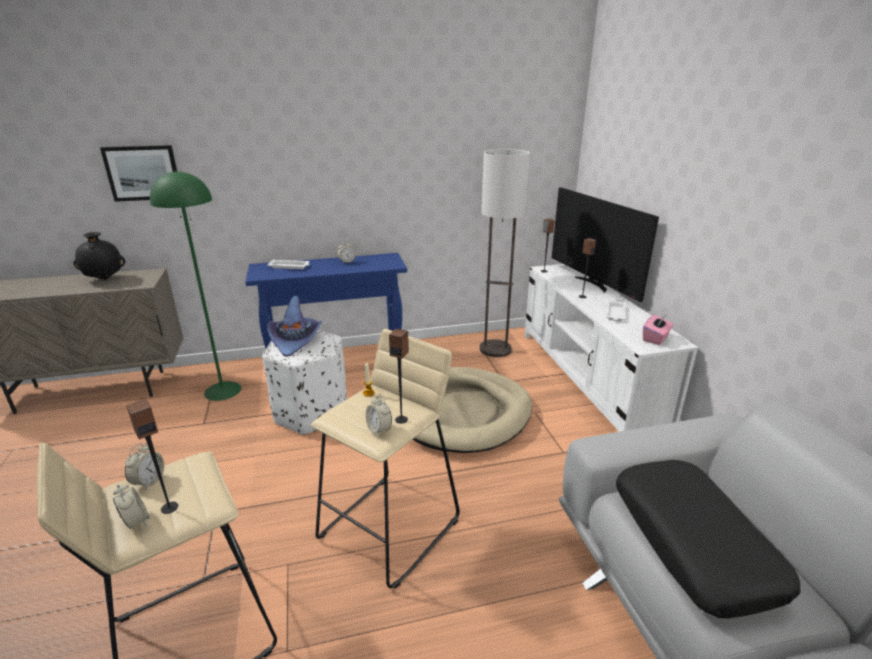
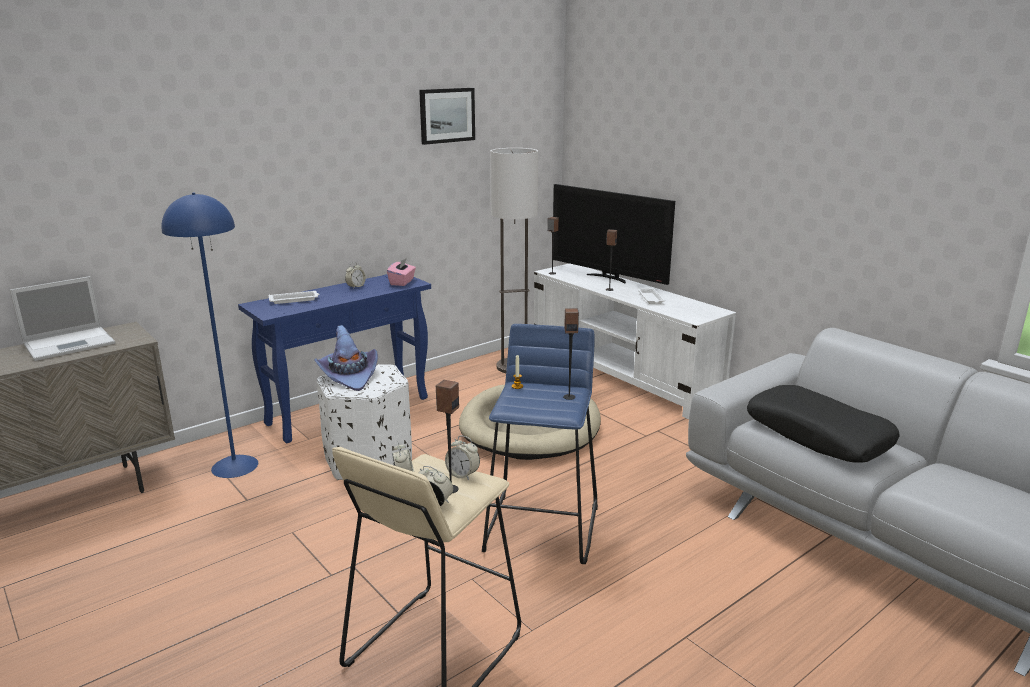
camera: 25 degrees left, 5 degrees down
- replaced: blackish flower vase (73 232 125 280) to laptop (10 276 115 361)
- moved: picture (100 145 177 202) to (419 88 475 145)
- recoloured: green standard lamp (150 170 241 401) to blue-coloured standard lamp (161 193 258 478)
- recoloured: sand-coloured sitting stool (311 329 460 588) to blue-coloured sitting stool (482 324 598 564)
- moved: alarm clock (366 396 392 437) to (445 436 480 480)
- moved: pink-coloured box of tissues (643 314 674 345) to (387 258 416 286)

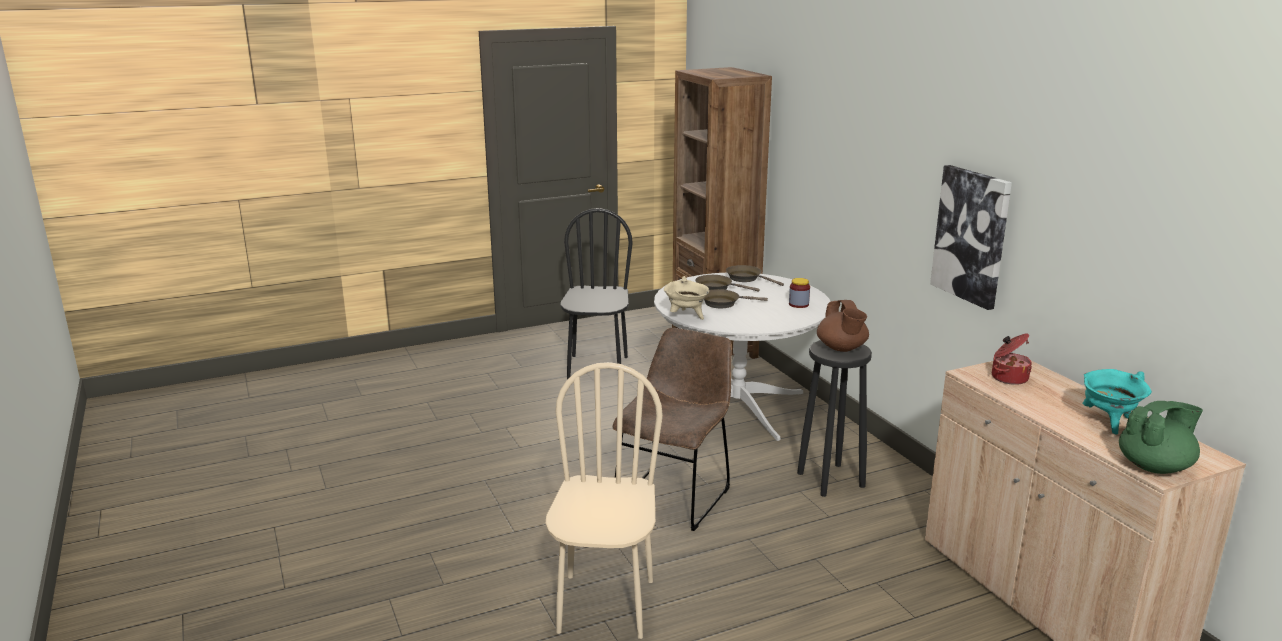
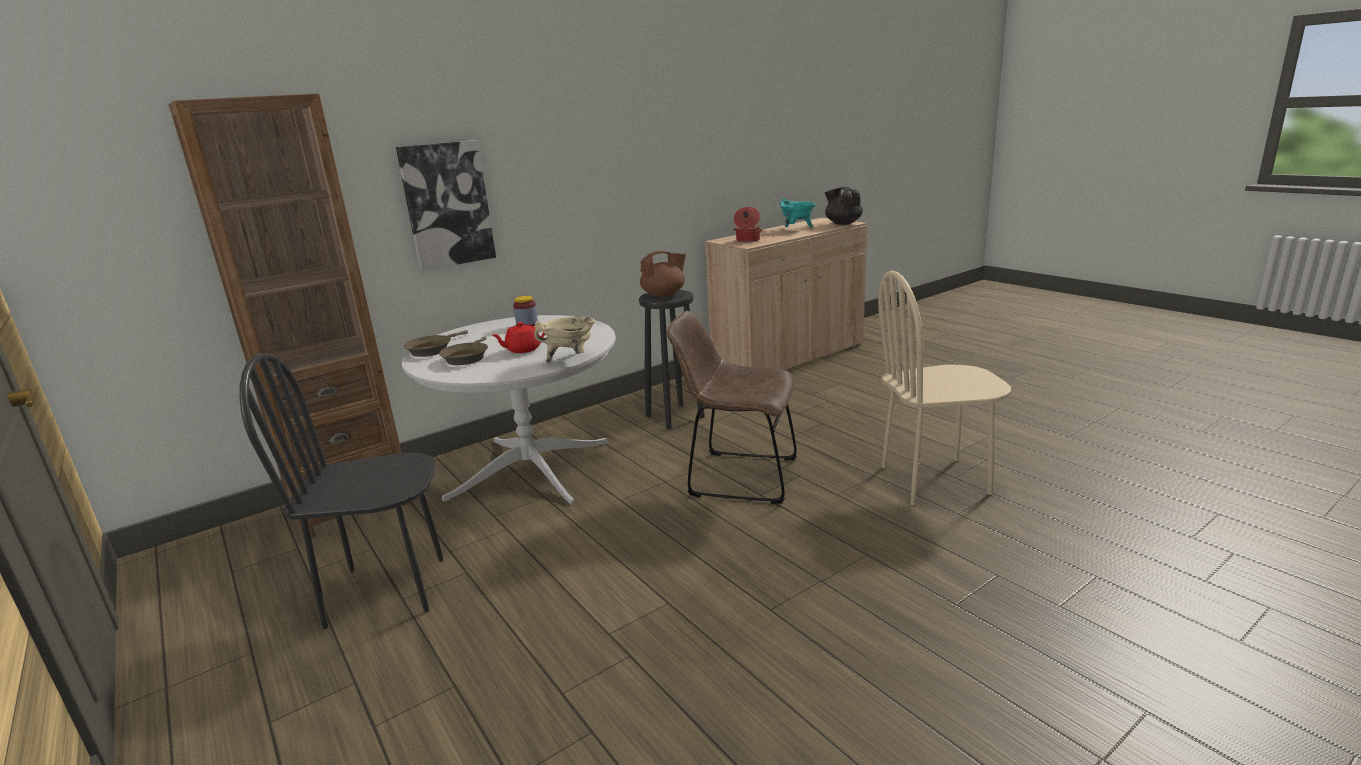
camera: 100 degrees left, 0 degrees up
- replaced: brownish pan (704 289 768 308) to red tea pot (491 322 545 353)
- moved: picture (930 165 1012 310) to (396 140 496 271)
- recoloured: green tea pot (1119 401 1203 474) to blackish tea pot (825 187 863 225)

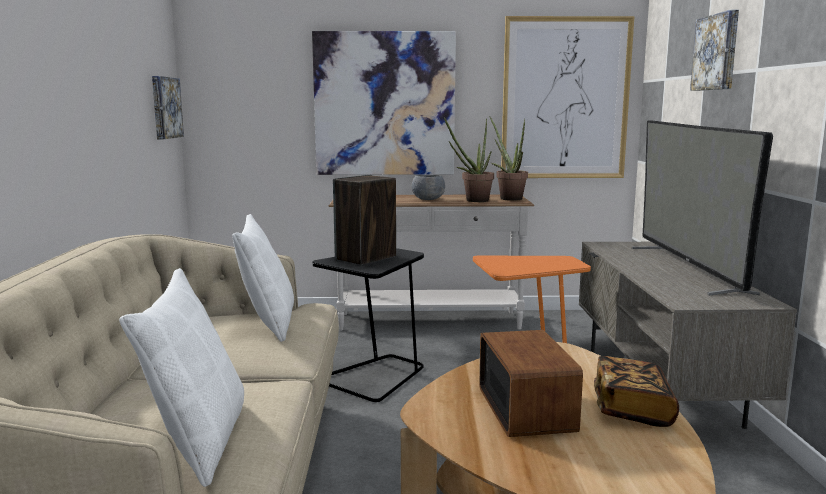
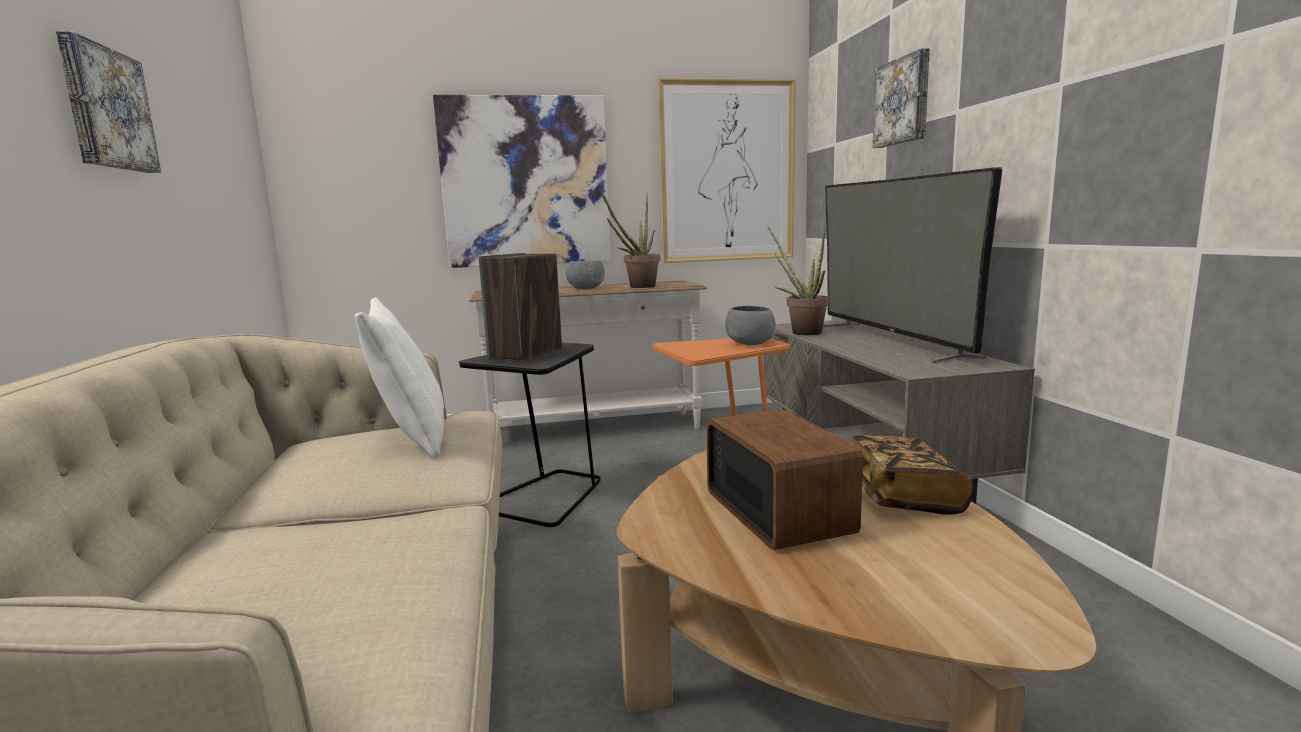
camera: 10 degrees left, 0 degrees up
- removed: white pillow (119 268 244 487)
- moved: picture (152 76 184 139) to (56 31 161 173)
- moved: plant in a pot (489 116 528 201) to (767 226 829 335)
- added: gray deep dish (725 306 776 345)

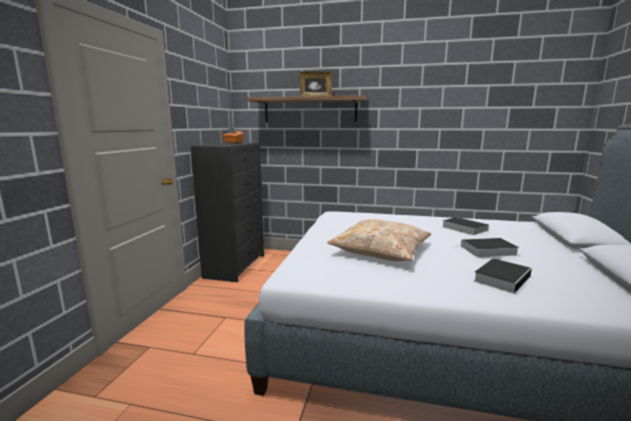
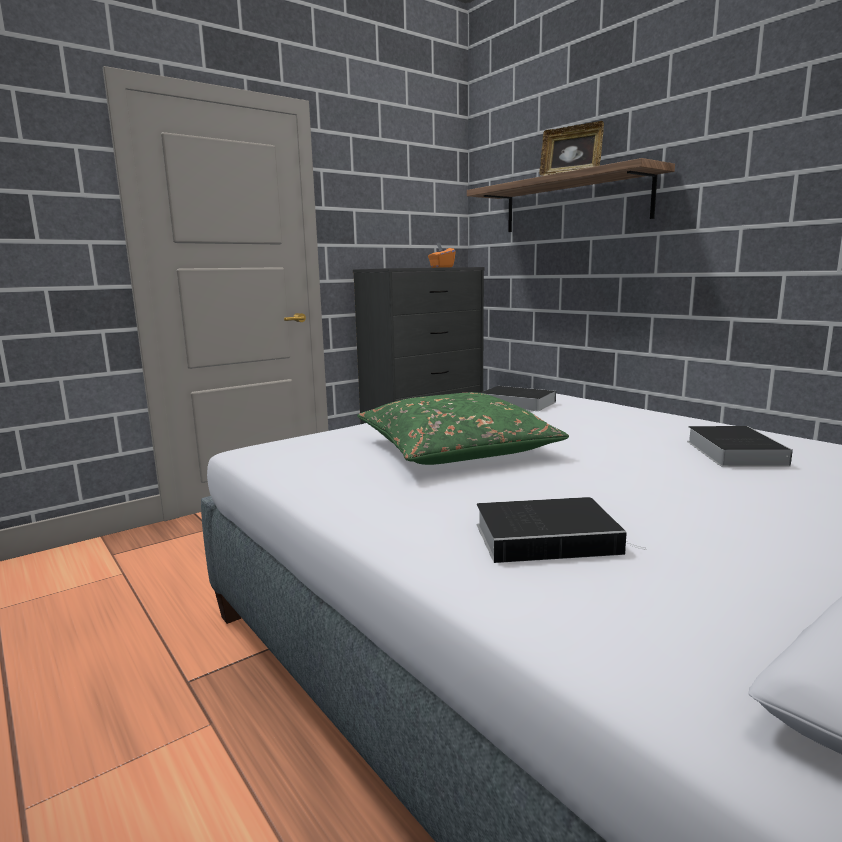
camera: 40 degrees right, 0 degrees up
- recoloured: sand-coloured pillow (327 219 431 261) to green pillow (357 392 569 465)
- moved: bound book (456 238 519 257) to (480 386 556 411)

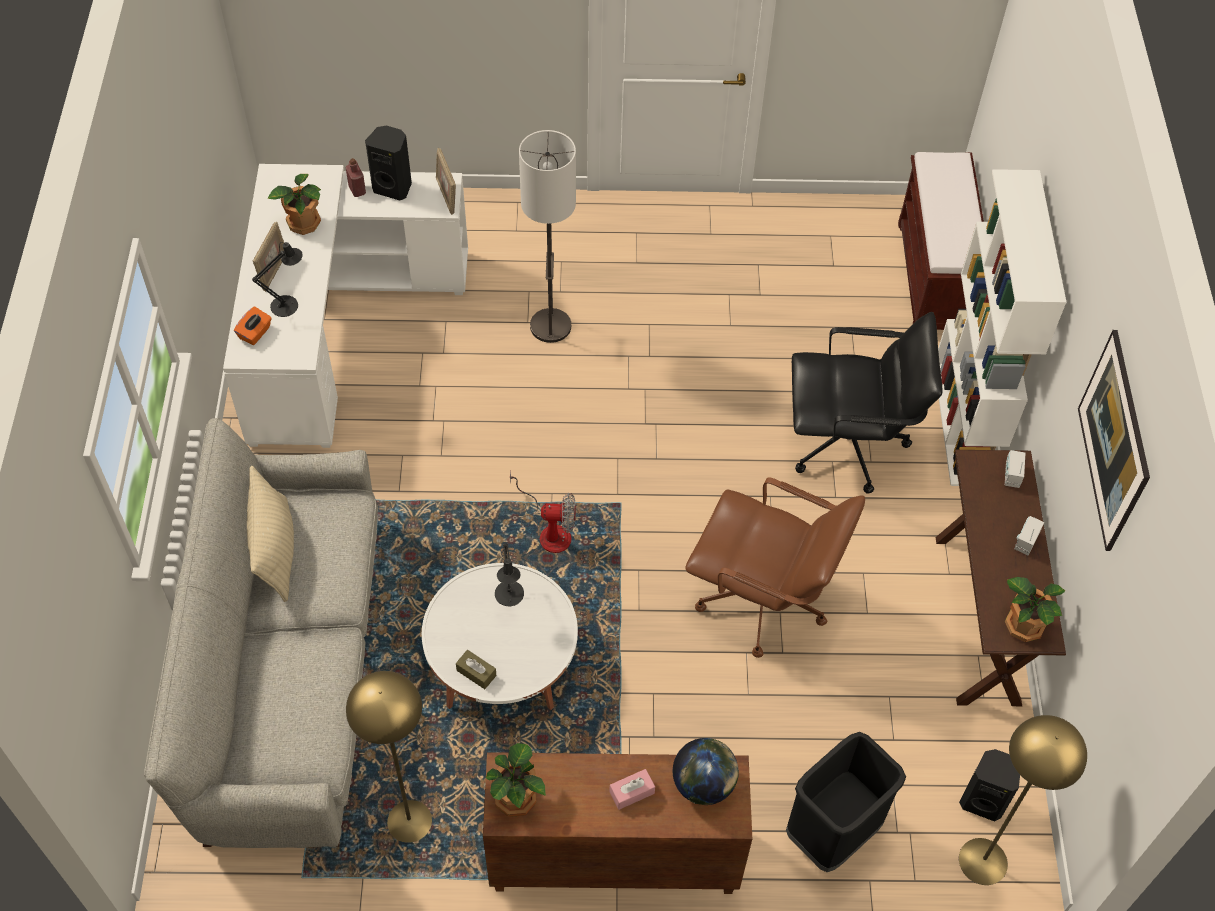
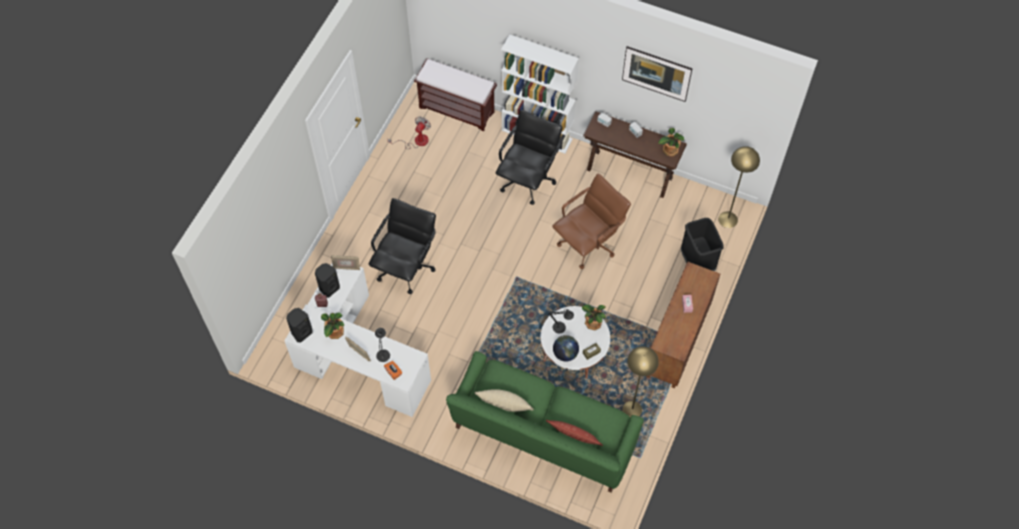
camera: 65 degrees left, 5 degrees up
- recoloured: gray sofa (144 418 378 848) to green sofa (446 351 644 493)
- moved: plant in a pot (486 743 546 817) to (582 305 606 331)
- moved: electric fan (510 470 576 553) to (388 117 431 149)
- replaced: standard lamp (519 130 576 343) to blackish desk chair (369 198 436 294)
- moved: world globe (673 738 739 805) to (553 335 579 362)
- moved: blackish speaker (959 749 1020 822) to (286 308 313 342)
- added: pillow (546 420 603 446)

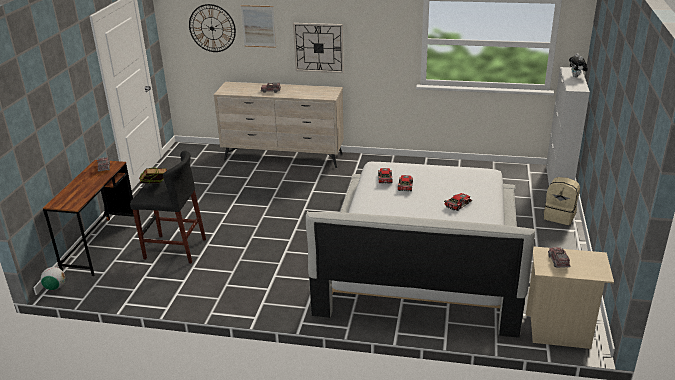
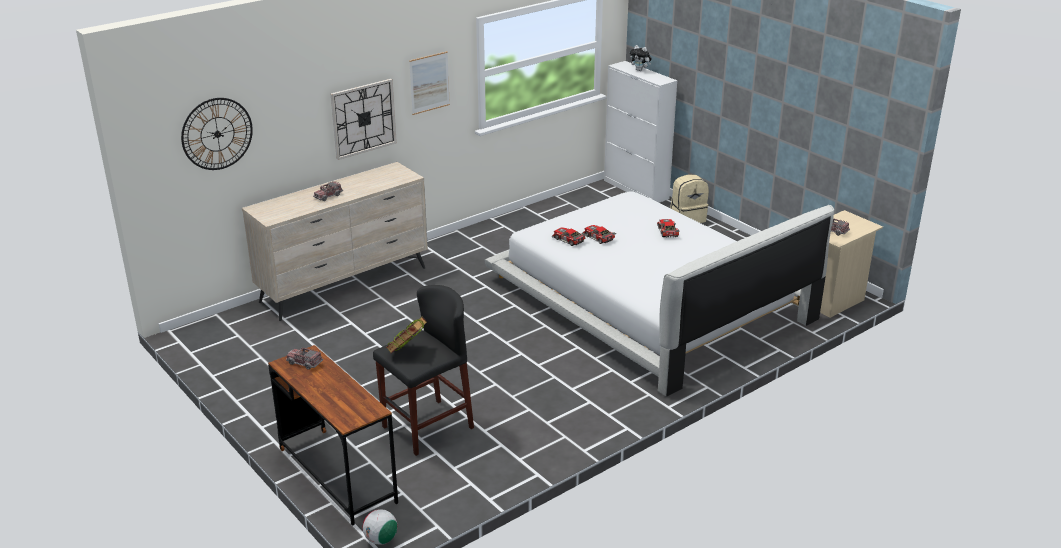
camera: 50 degrees left, 0 degrees up
- moved: picture (241 5 276 48) to (409 51 450 115)

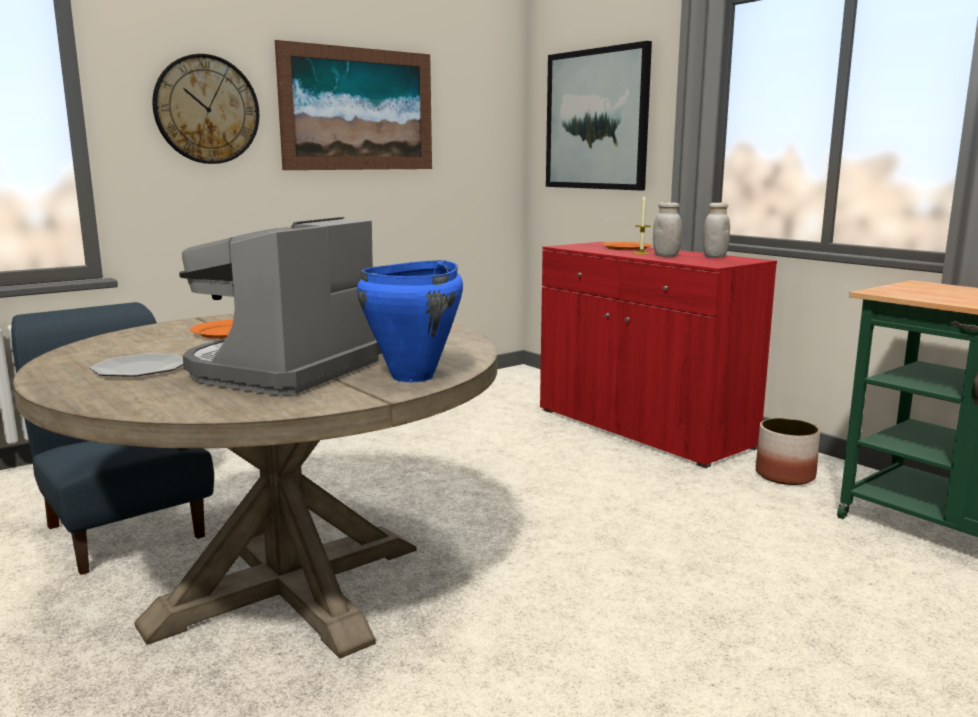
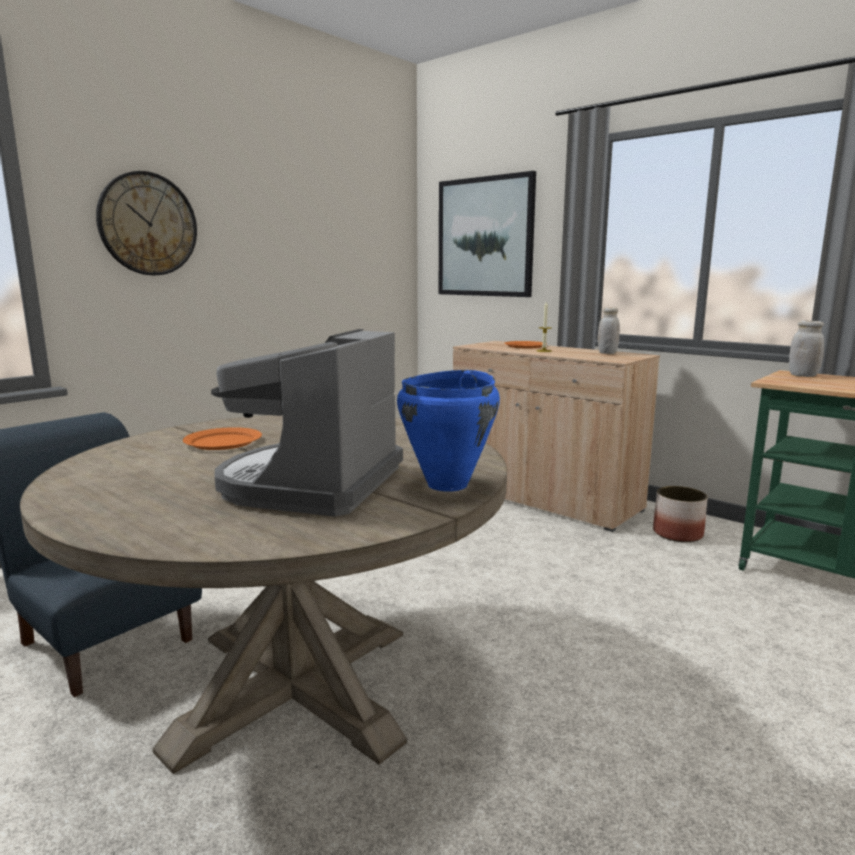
camera: 10 degrees left, 0 degrees up
- removed: plate (90 353 183 377)
- removed: picture (275 40 432 170)
- recoloured: red cabinet (540 242 777 468) to sand-coloured cabinet (453 341 660 532)
- moved: white storage jar (653 202 682 257) to (789 320 824 377)

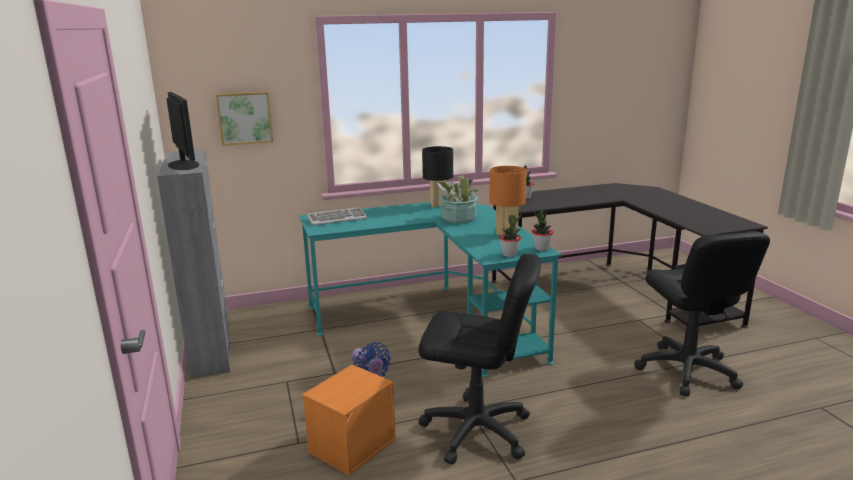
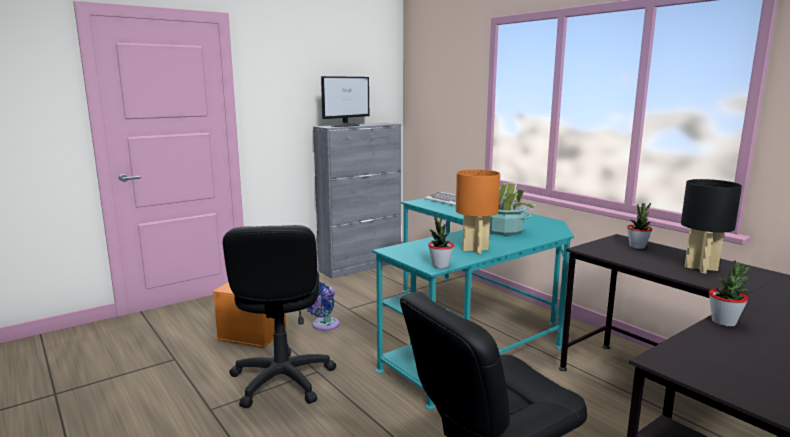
camera: 70 degrees right, 5 degrees down
- removed: picture (216 92 273 146)
- moved: blackish lamp for a table (422 146 453 208) to (681 179 742 273)
- moved: plant in a pot (499 214 521 257) to (709 261 750 326)

